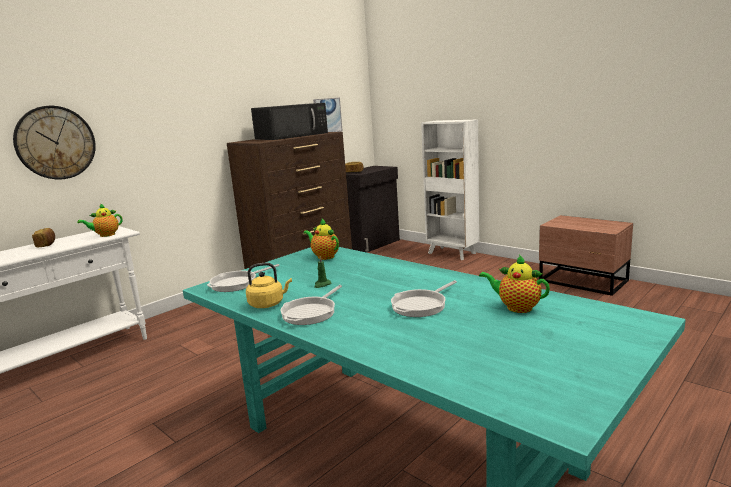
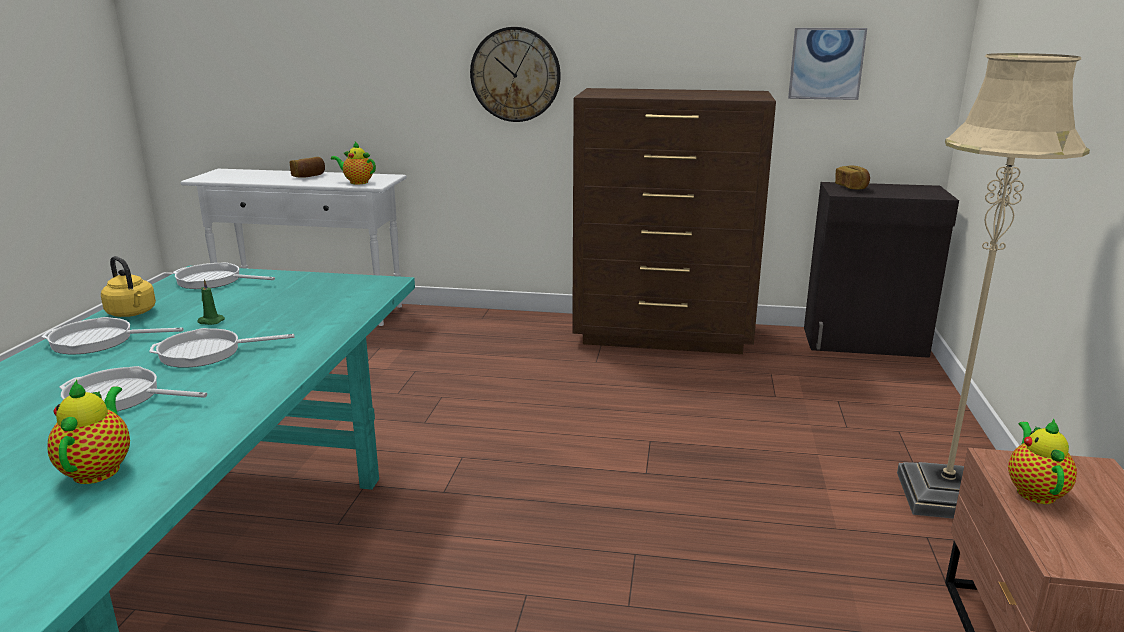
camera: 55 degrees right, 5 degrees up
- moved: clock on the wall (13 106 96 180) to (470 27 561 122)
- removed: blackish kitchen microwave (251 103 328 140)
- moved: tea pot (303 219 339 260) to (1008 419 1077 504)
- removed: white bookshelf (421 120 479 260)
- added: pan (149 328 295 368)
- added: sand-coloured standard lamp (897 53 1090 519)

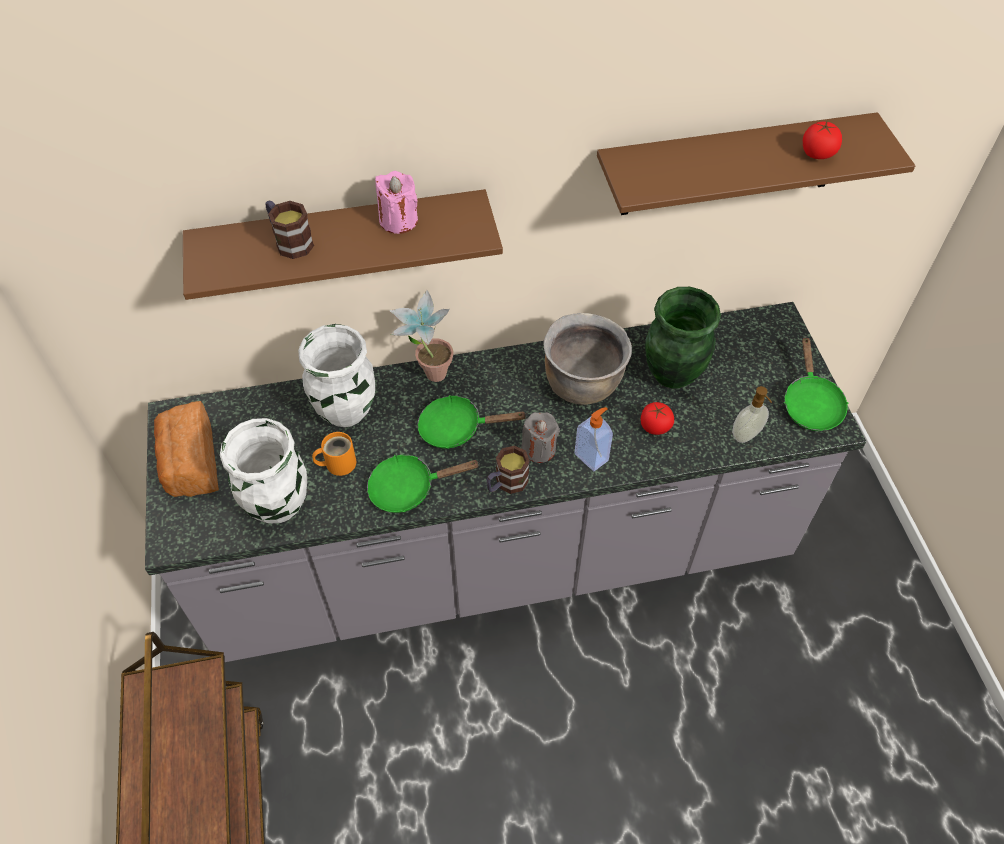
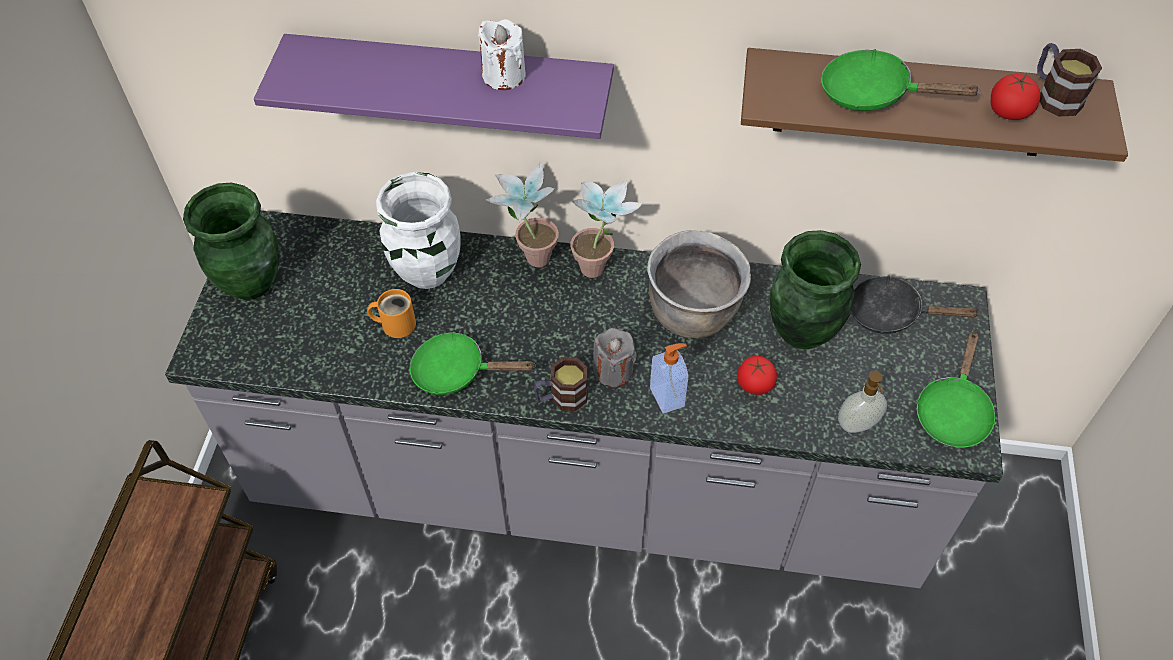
camera: 20 degrees right, 0 degrees up
- replaced: bread (154 401 219 497) to green flower vase (183 183 279 300)
- recoloured: brownish shelf (183 189 503 300) to purple-coloured shelf (254 34 614 139)
- removed: white flower vase (220 418 307 523)
- moved: tea mug (266 201 314 259) to (1037 43 1102 117)
- recoloured: pink-coloured wax candle (375 171 418 234) to white wax candle (478 19 526 90)
- moved: green pan (418 395 526 449) to (821 49 981 111)
- added: plant in a pot (571 180 643 278)
- added: blackish pan (851 275 980 334)

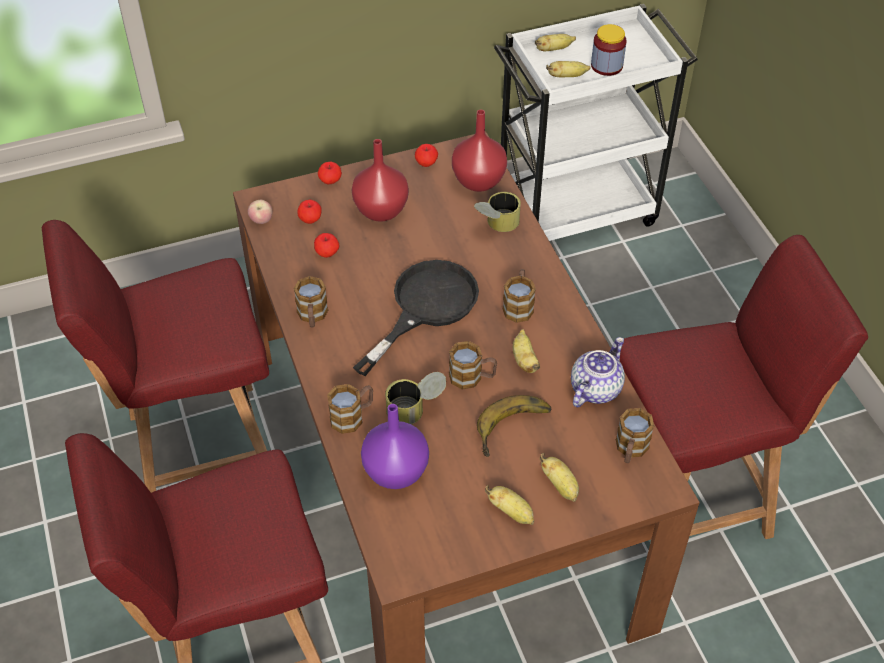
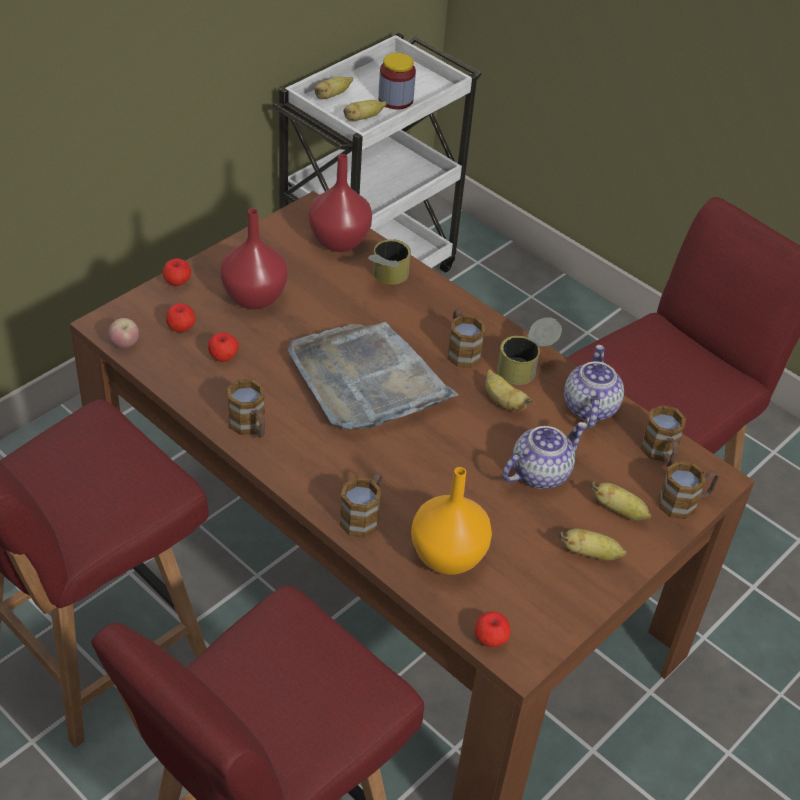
camera: 30 degrees left, 5 degrees down
- replaced: blackish pan (353 260 479 376) to gray serving tray (288 322 459 429)
- recoloured: purple-coloured flower vase (361 404 429 489) to orange-coloured flower vase (411 467 492 575)
- moved: can (385 372 446 425) to (497 317 562 385)
- moved: apple (415 144 438 167) to (475 611 511 647)
- moved: tea mug (449 341 497 390) to (658 461 719 519)
- replaced: banana (477 395 552 457) to tea pot (502 422 588 489)

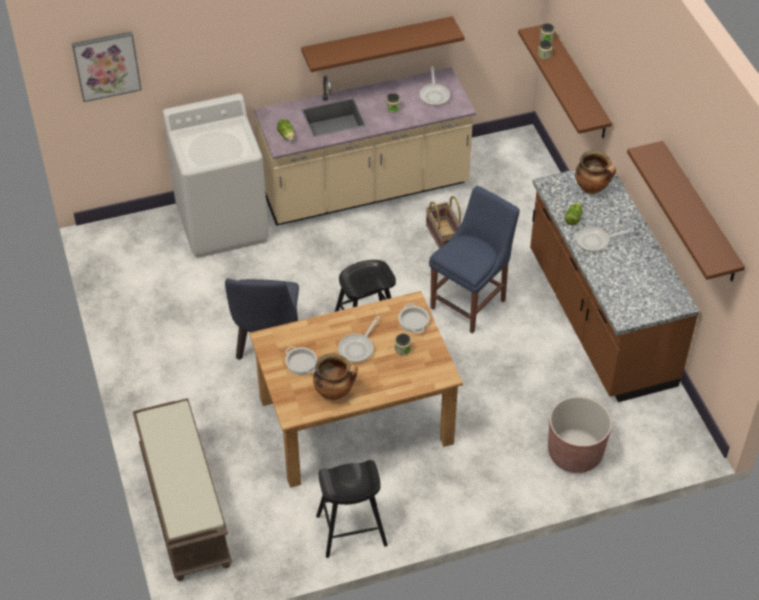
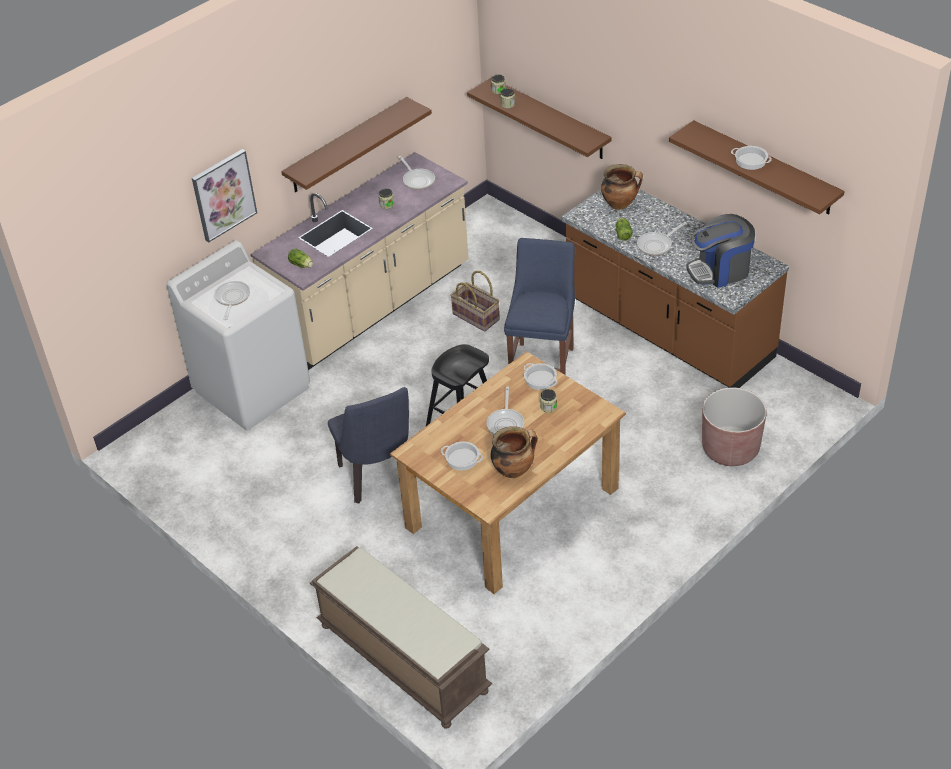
camera: 25 degrees left, 5 degrees down
- moved: picture (72 31 142 102) to (192 149 257 242)
- removed: blackish sitting stool (316 460 388 558)
- added: pan (215 281 250 320)
- added: coffee machine (686 214 755 288)
- added: cooking pot (731 146 772 170)

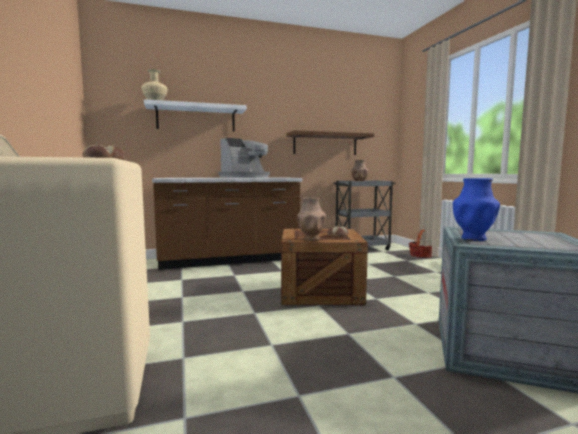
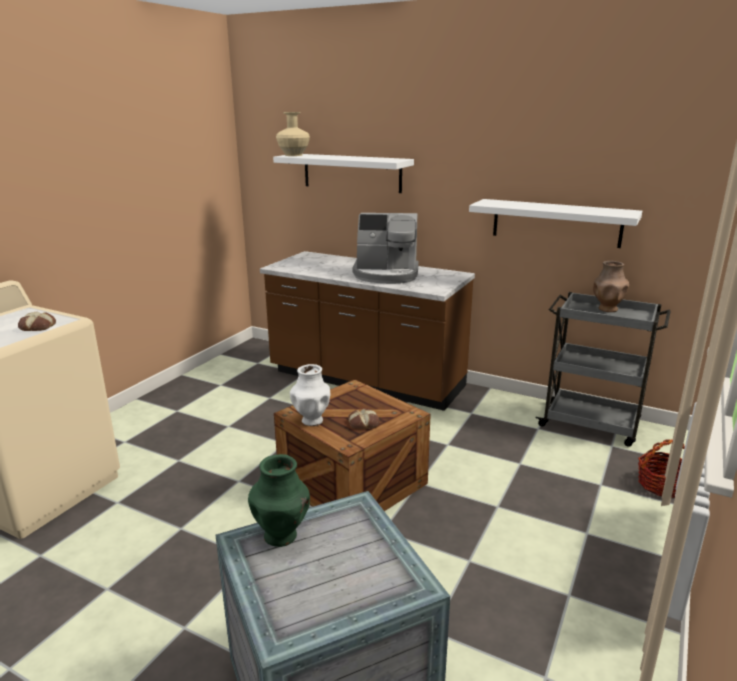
camera: 45 degrees right, 15 degrees up
- recoloured: brownish shelf (286 130 374 155) to white shelf (469 199 642 248)
- recoloured: brownish flower vase (297 197 326 241) to white flower vase (290 364 330 426)
- recoloured: blue-coloured flower vase (453 178 500 241) to green flower vase (248 454 310 547)

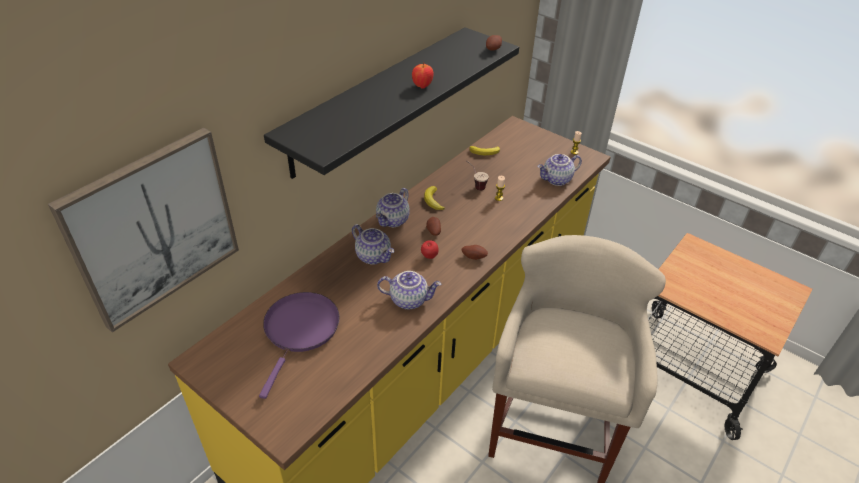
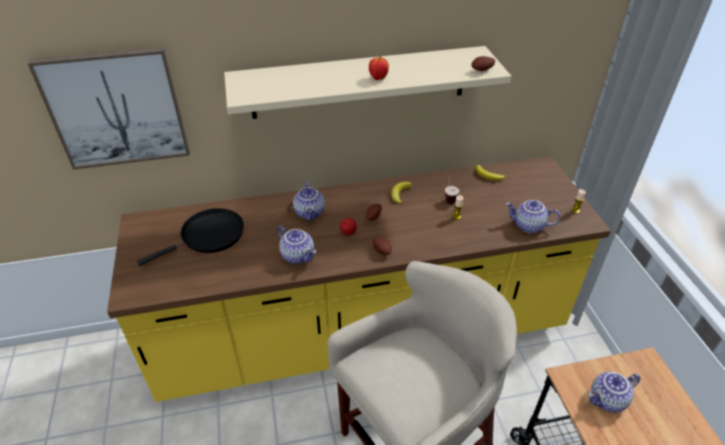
camera: 40 degrees right, 0 degrees up
- recoloured: purple-coloured pan (259 292 340 399) to blackish pan (137 208 244 266)
- recoloured: blackish shelf (264 27 519 179) to sand-coloured shelf (224 46 511 119)
- moved: tea pot (376 188 410 227) to (588 372 640 412)

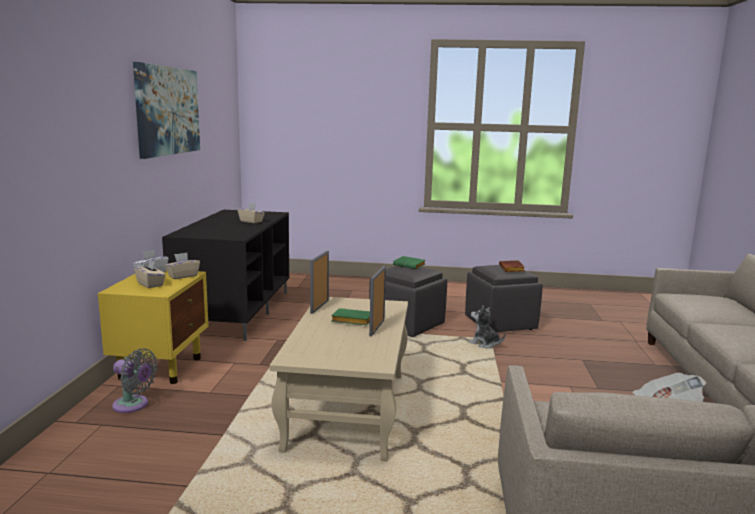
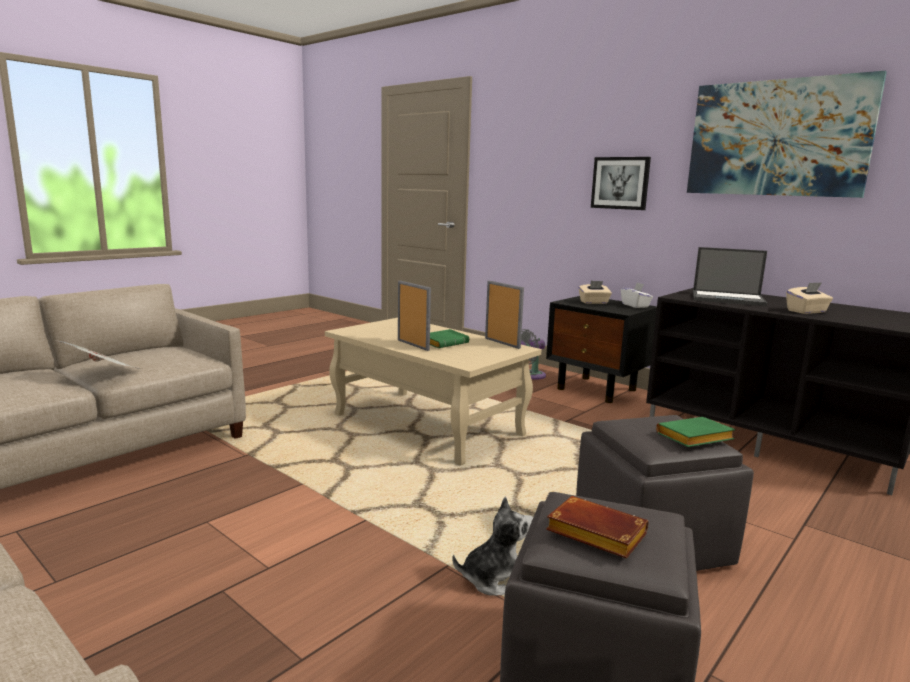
camera: 125 degrees right, 0 degrees up
- recoloured: yellow night table (98 270 209 384) to blackish night table (546 296 657 403)
- removed: sand-coloured box of tissues (165 253 200 279)
- added: picture (591 157 651 210)
- added: laptop (693 247 767 306)

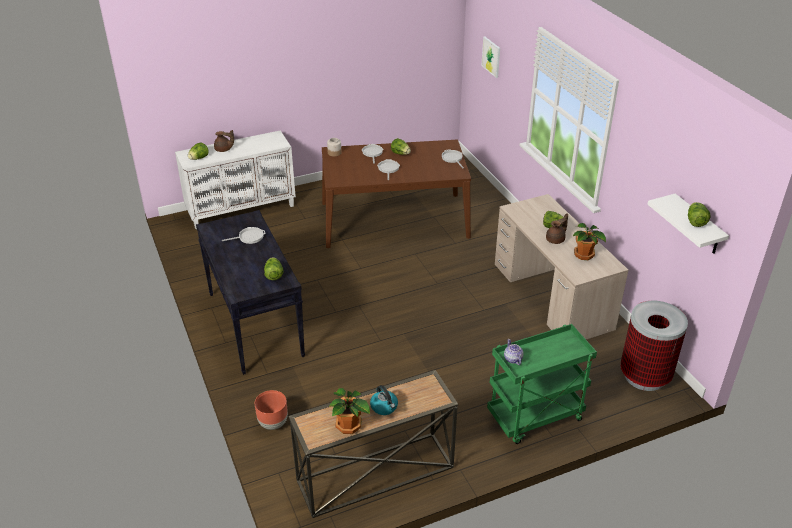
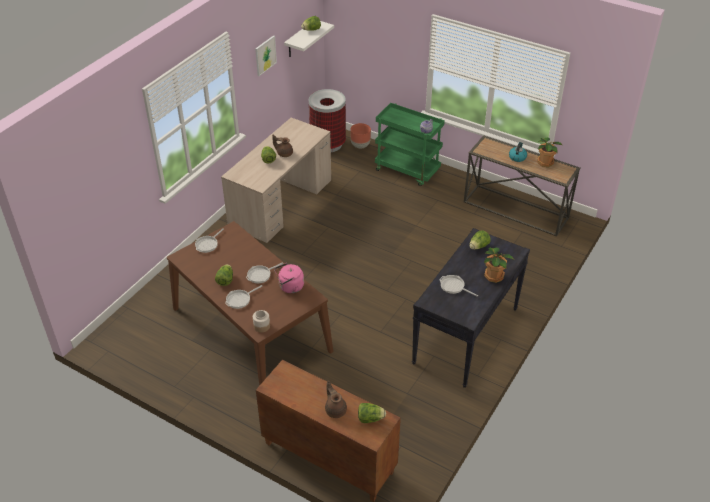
camera: 125 degrees left, 5 degrees up
- recoloured: white cabinet (175 130 296 229) to brownish cabinet (256 360 401 502)
- moved: brownish planter (255 390 288 430) to (350 123 371 149)
- moved: picture (481 37 500 78) to (255 35 277 76)
- moved: plant in a pot (573 223 606 260) to (484 248 514 283)
- added: pink-coloured water kettle (274 263 304 293)

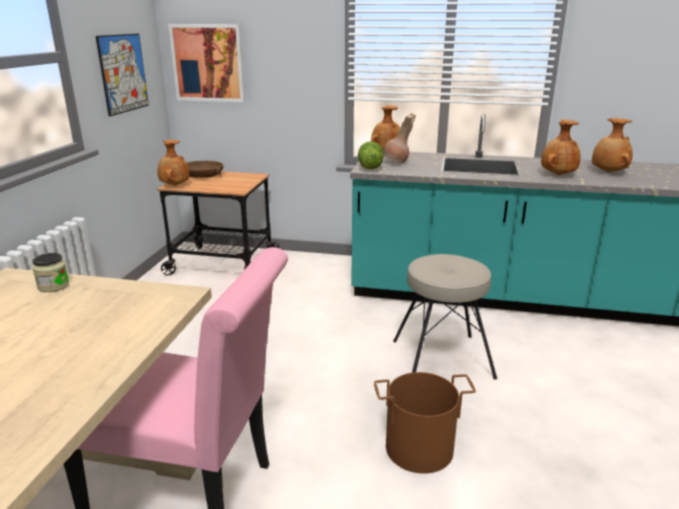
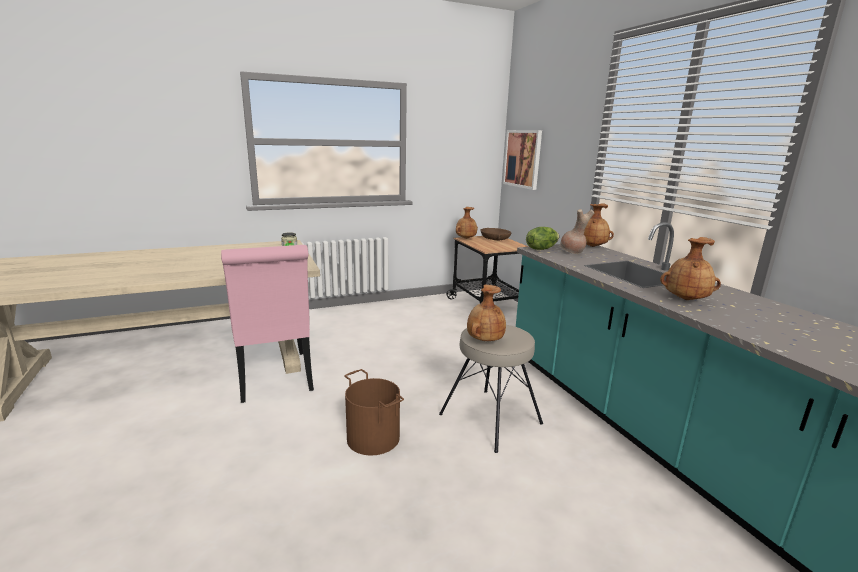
camera: 55 degrees right, 5 degrees down
- removed: picture (96 34 149 116)
- moved: brownish flower vase (592 118 633 172) to (467 285 506 341)

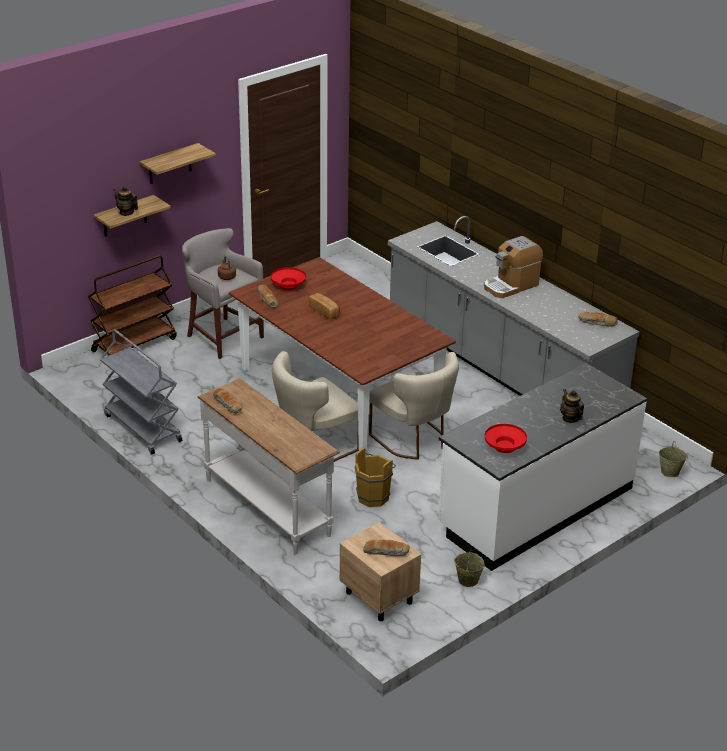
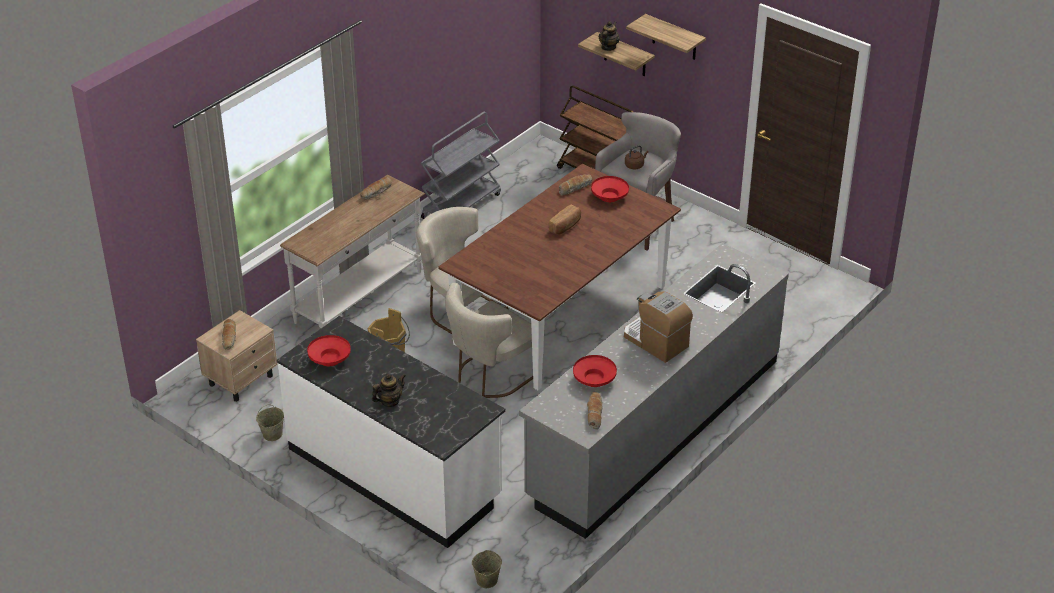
camera: 80 degrees right, 5 degrees up
- added: red deep dish (573 355 617 387)

